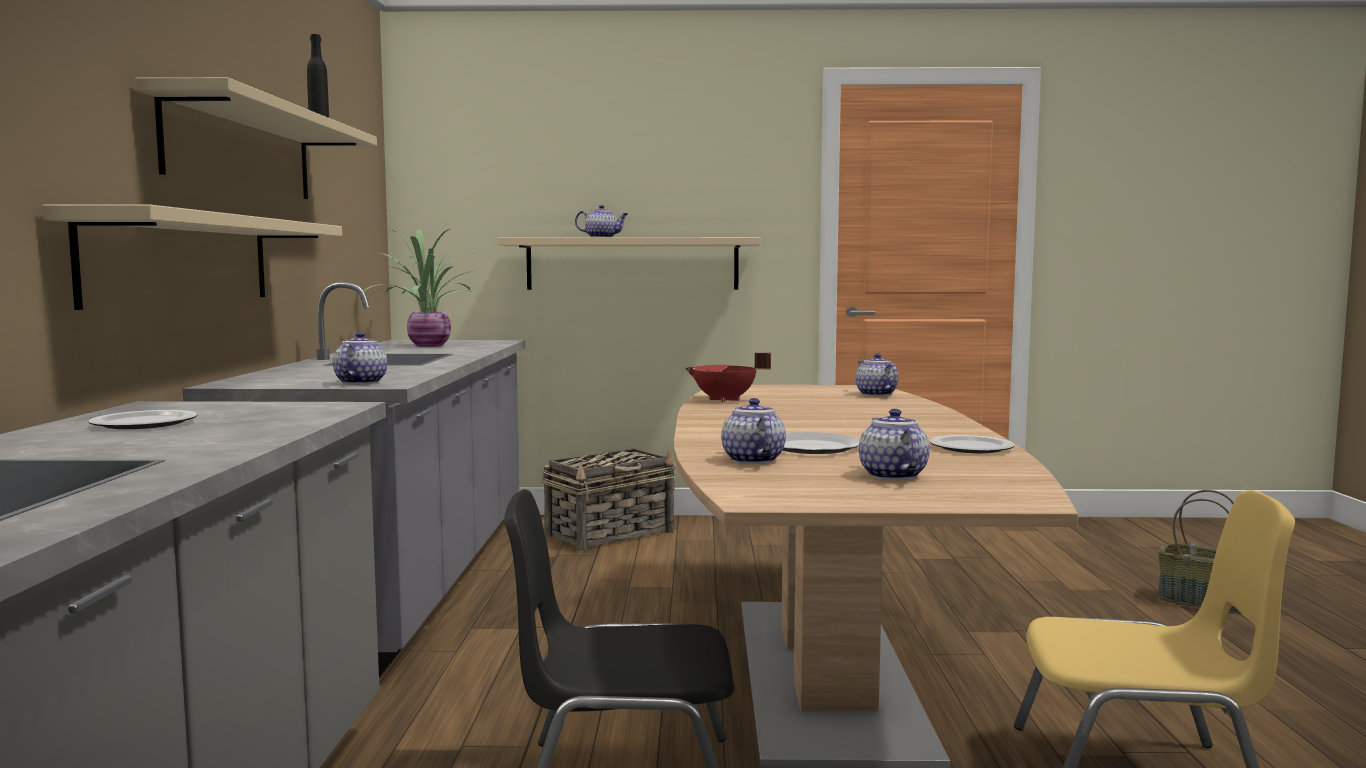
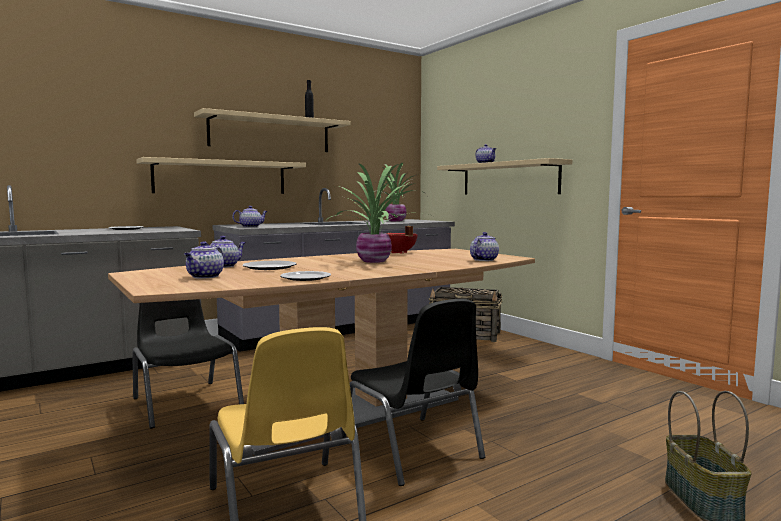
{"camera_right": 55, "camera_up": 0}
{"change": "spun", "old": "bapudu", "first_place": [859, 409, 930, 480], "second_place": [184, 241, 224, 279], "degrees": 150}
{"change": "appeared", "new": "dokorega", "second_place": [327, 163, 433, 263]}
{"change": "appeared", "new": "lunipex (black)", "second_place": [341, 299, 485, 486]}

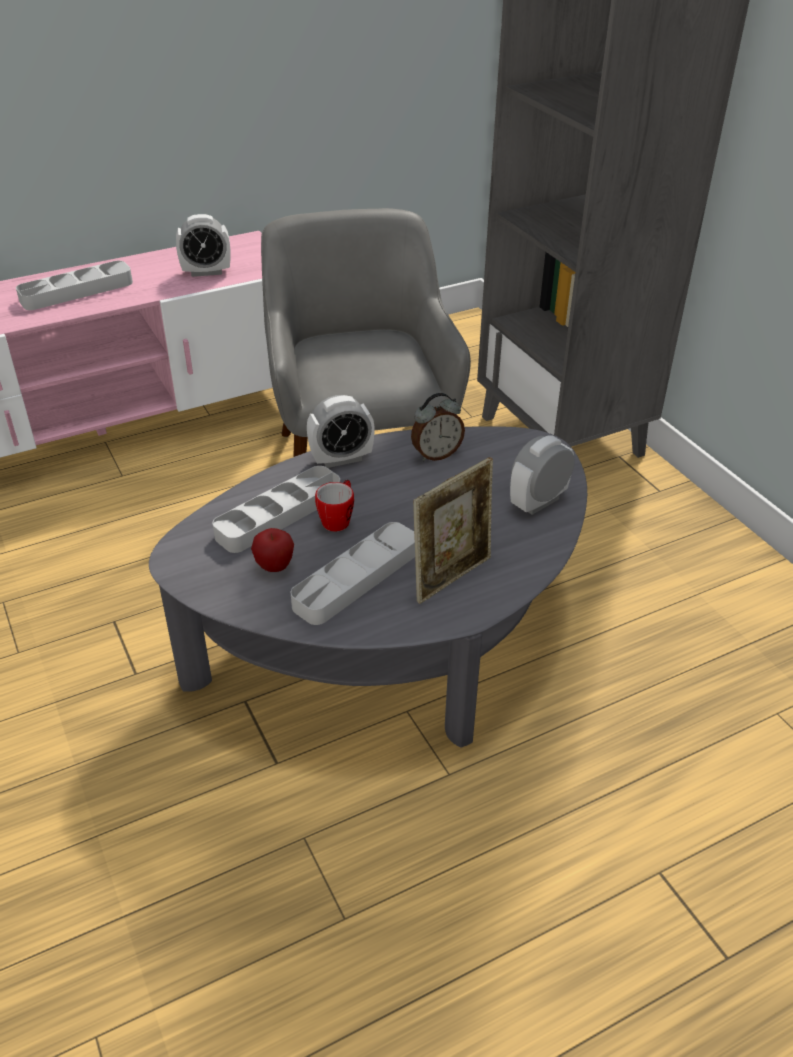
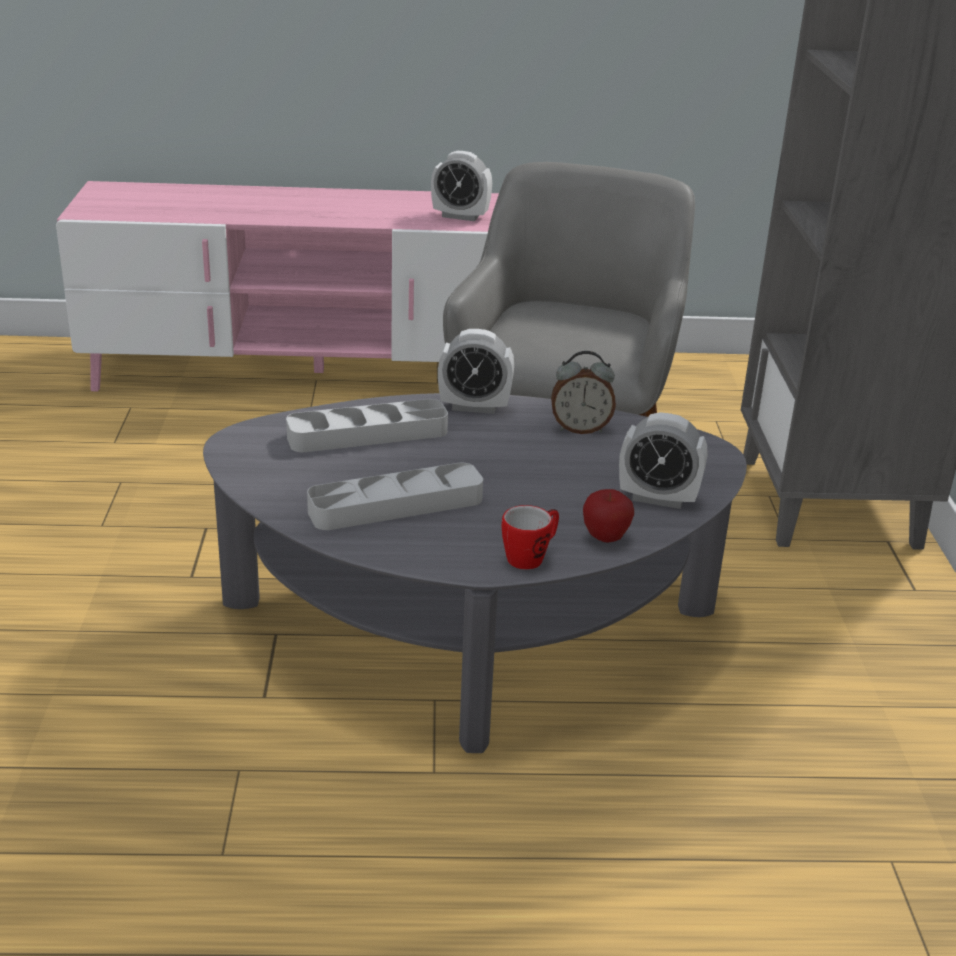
{"camera_right": 25, "camera_up": -10}
{"change": "missing", "old": "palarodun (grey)", "first_place": [16, 261, 133, 310]}
{"change": "spun", "old": "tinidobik", "first_place": [510, 435, 575, 515], "second_place": [619, 412, 707, 509], "degrees": -150}
{"change": "missing", "old": "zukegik", "first_place": [413, 457, 493, 604]}
{"change": "relocated", "old": "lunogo", "first_place": [315, 480, 354, 532], "second_place": [502, 505, 559, 570]}
{"change": "relocated", "old": "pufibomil", "first_place": [251, 528, 294, 572], "second_place": [583, 489, 634, 543]}

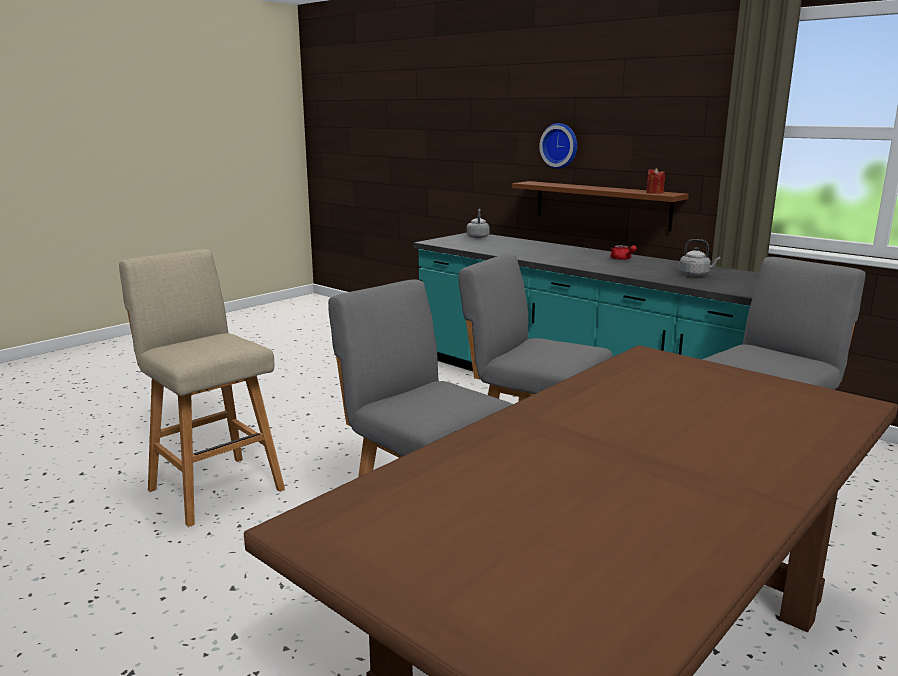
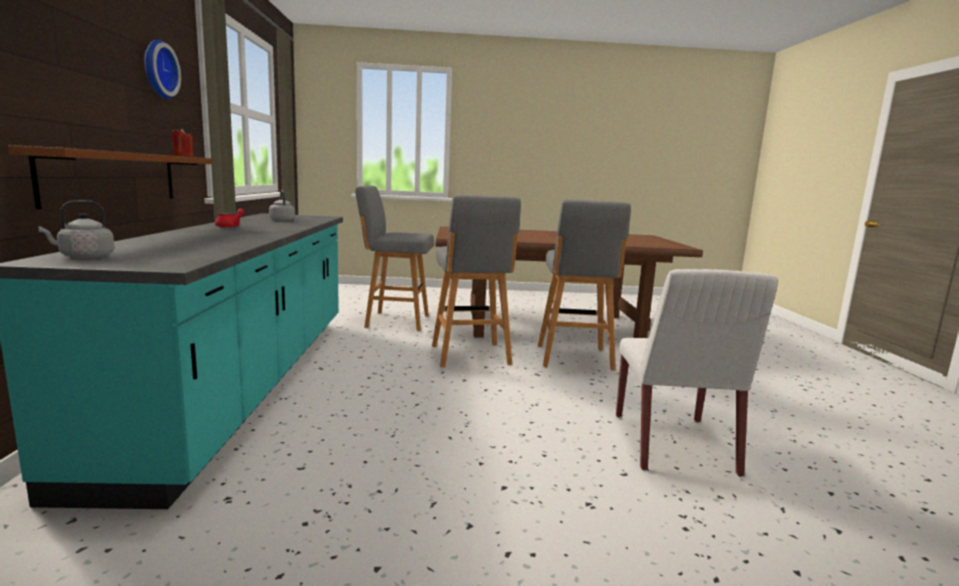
{"camera_right": -135, "camera_up": -5}
{"change": "relocated", "old": "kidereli", "first_place": [539, 123, 577, 169], "second_place": [144, 39, 181, 99]}
{"change": "exchanged", "old": "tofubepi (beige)", "new": "lunipex (white)", "first_place": [119, 249, 285, 527], "second_place": [616, 269, 778, 477]}

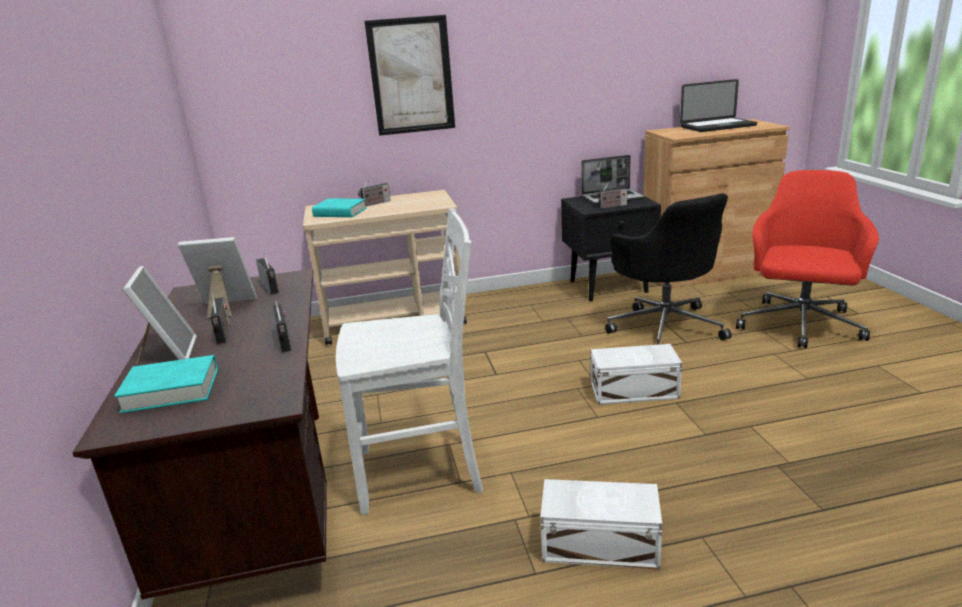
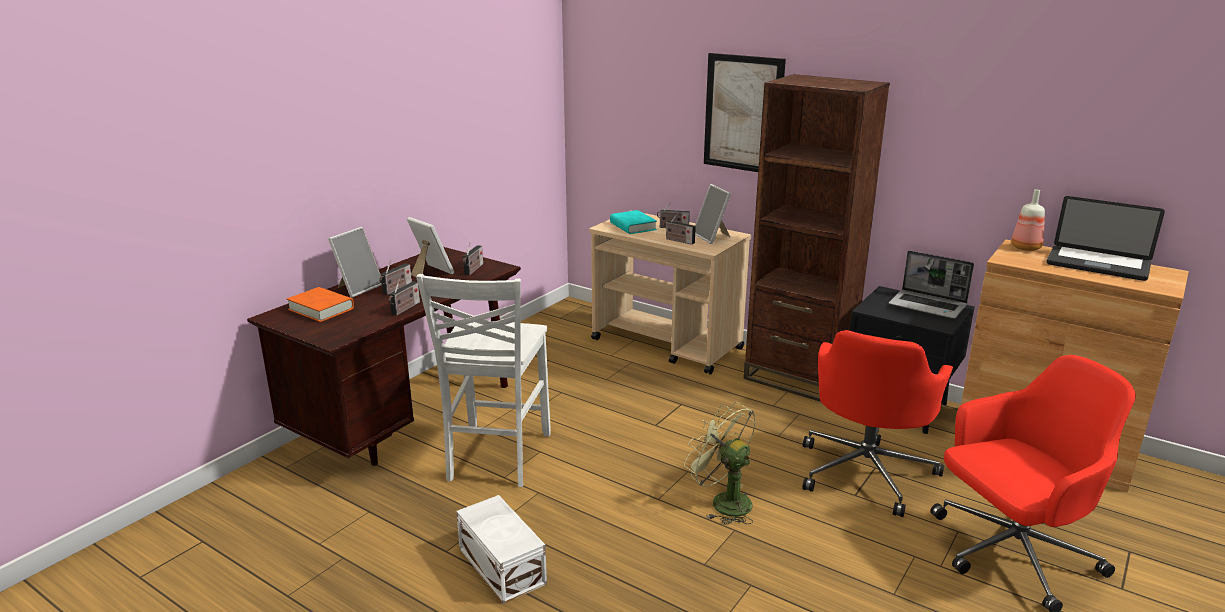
{"camera_right": 45, "camera_up": 0}
{"change": "relocated", "old": "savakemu", "first_place": [596, 181, 627, 209], "second_place": [664, 213, 696, 245]}
{"change": "colour", "old": "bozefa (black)", "new": "bozefa (red)", "first_place": [605, 193, 732, 345], "second_place": [802, 330, 953, 517]}
{"change": "spun", "old": "lunipex (white)", "first_place": [336, 208, 483, 515], "second_place": [416, 274, 551, 487], "degrees": 60}
{"change": "exchanged", "old": "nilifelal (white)", "new": "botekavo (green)", "first_place": [591, 344, 682, 405], "second_place": [684, 402, 756, 525]}
{"change": "colour", "old": "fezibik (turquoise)", "new": "fezibik (orange)", "first_place": [114, 355, 218, 413], "second_place": [287, 287, 354, 322]}
{"change": "appeared", "new": "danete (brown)", "second_place": [744, 74, 890, 401]}
{"change": "appeared", "new": "zukegik", "second_place": [695, 184, 731, 244]}
{"change": "appeared", "new": "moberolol", "second_place": [1011, 190, 1045, 251]}

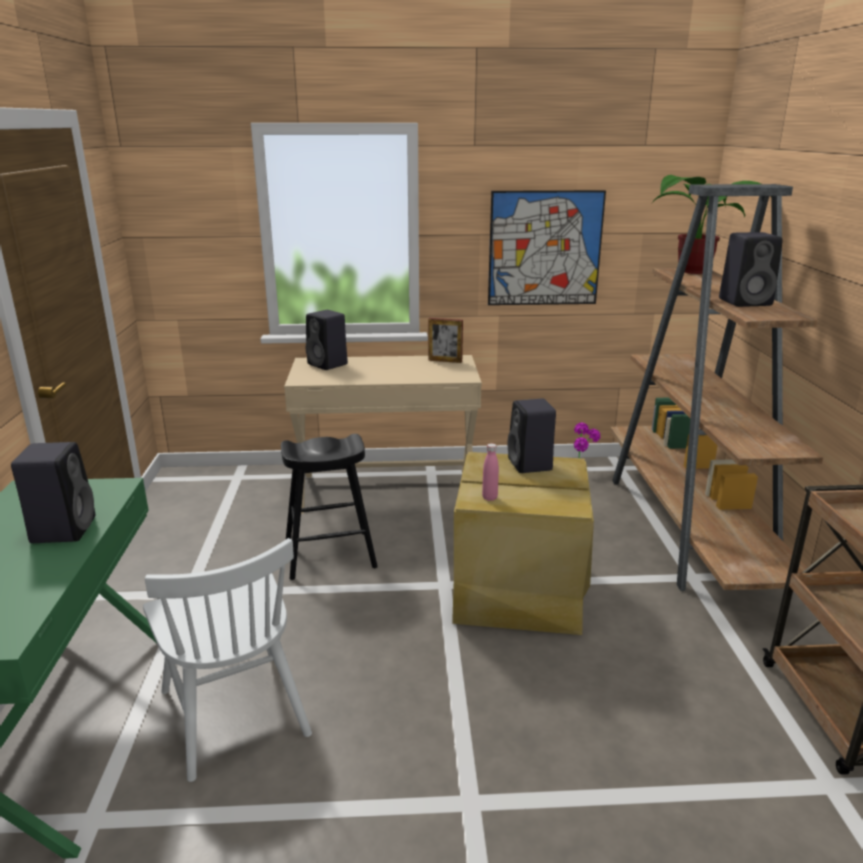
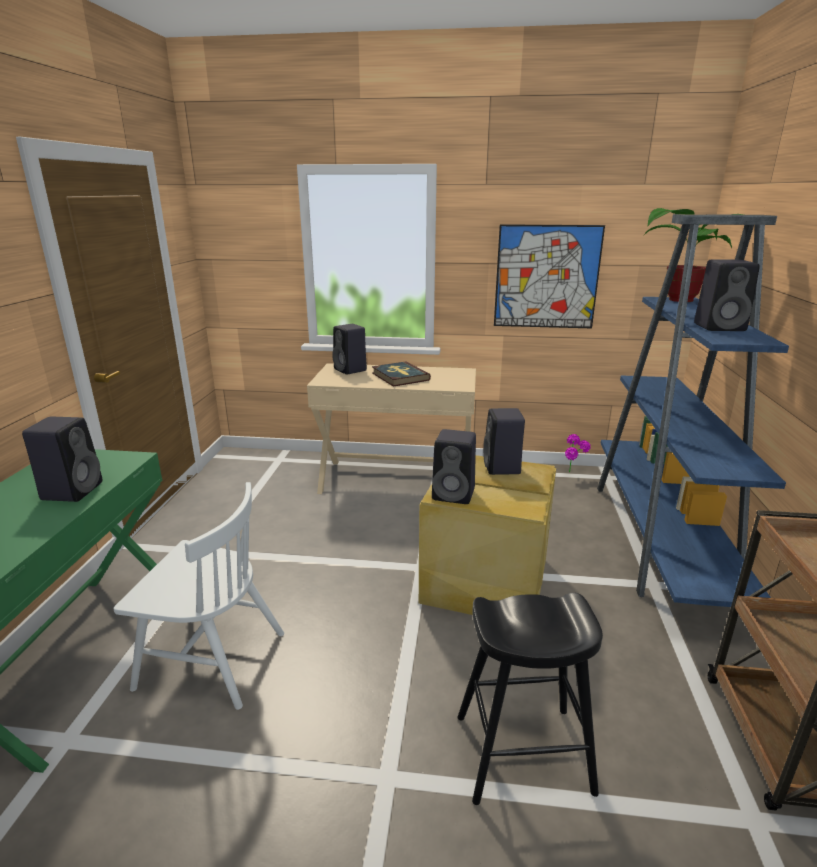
{"camera_right": 10, "camera_up": 0}
{"change": "colour", "old": "danete (brown)", "new": "danete (blue)", "first_place": [610, 184, 823, 591], "second_place": [597, 214, 789, 607]}
{"change": "missing", "old": "zukegik", "first_place": [429, 318, 463, 363]}
{"change": "relocated", "old": "tofubepi (black)", "first_place": [281, 434, 378, 580], "second_place": [458, 593, 603, 805]}
{"change": "exchanged", "old": "moberolol (pink)", "new": "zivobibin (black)", "first_place": [482, 443, 499, 501], "second_place": [432, 429, 476, 504]}
{"change": "spun", "old": "lunipex (white)", "first_place": [143, 538, 312, 782], "second_place": [114, 482, 284, 710], "degrees": -60}
{"change": "appeared", "new": "fezibik", "second_place": [372, 361, 431, 387]}

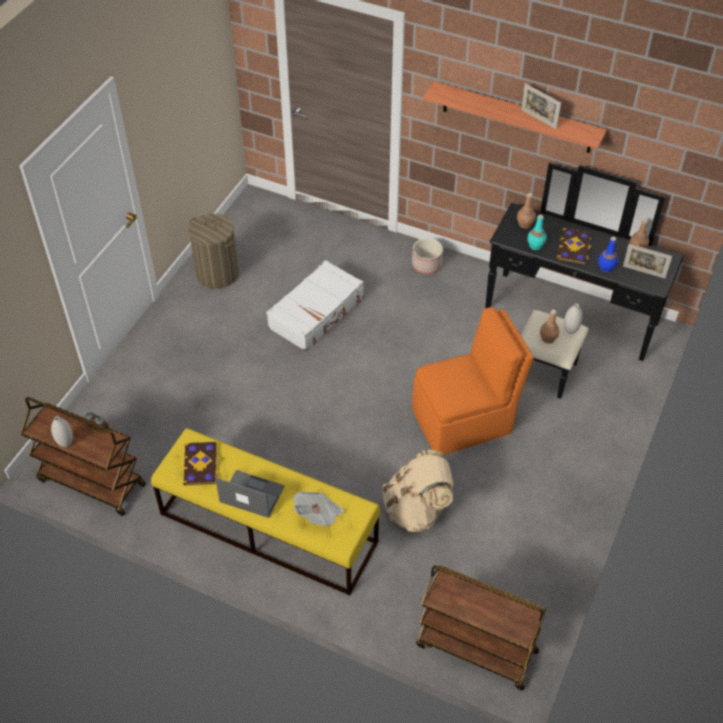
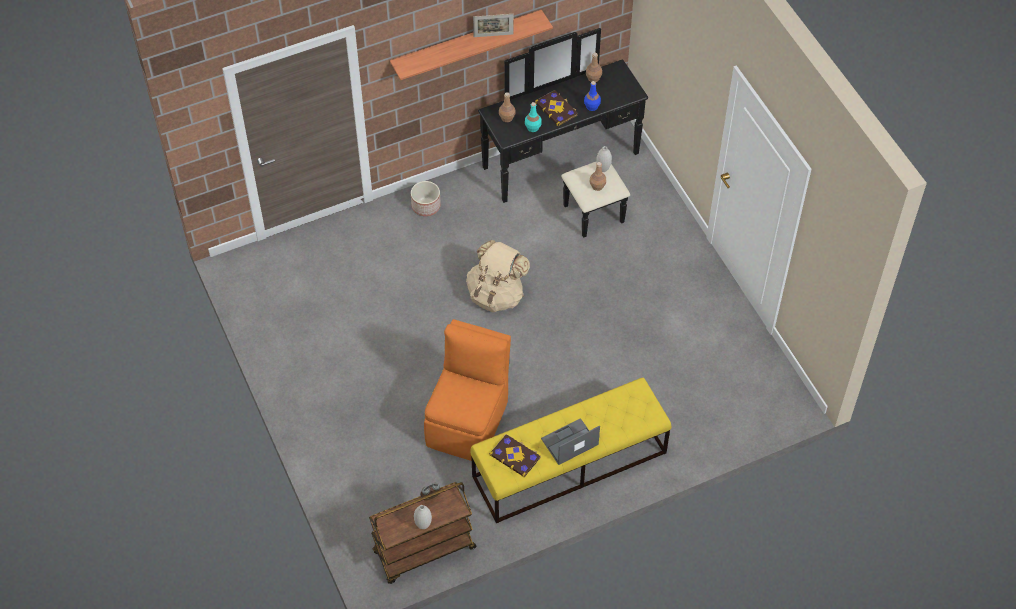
{"camera_right": -50, "camera_up": 5}
{"change": "missing", "old": "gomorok", "first_place": [189, 213, 239, 289]}
{"change": "missing", "old": "zukegik", "first_place": [623, 244, 672, 279]}
{"change": "missing", "old": "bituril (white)", "first_place": [266, 260, 364, 351]}
{"change": "relocated", "old": "lunipex (orange)", "first_place": [412, 307, 534, 455], "second_place": [424, 319, 511, 461]}
{"change": "relocated", "old": "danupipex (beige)", "first_place": [382, 450, 454, 532], "second_place": [466, 240, 530, 312]}
{"change": "missing", "old": "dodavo", "first_place": [293, 492, 344, 526]}
{"change": "missing", "old": "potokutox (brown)", "first_place": [416, 565, 546, 690]}

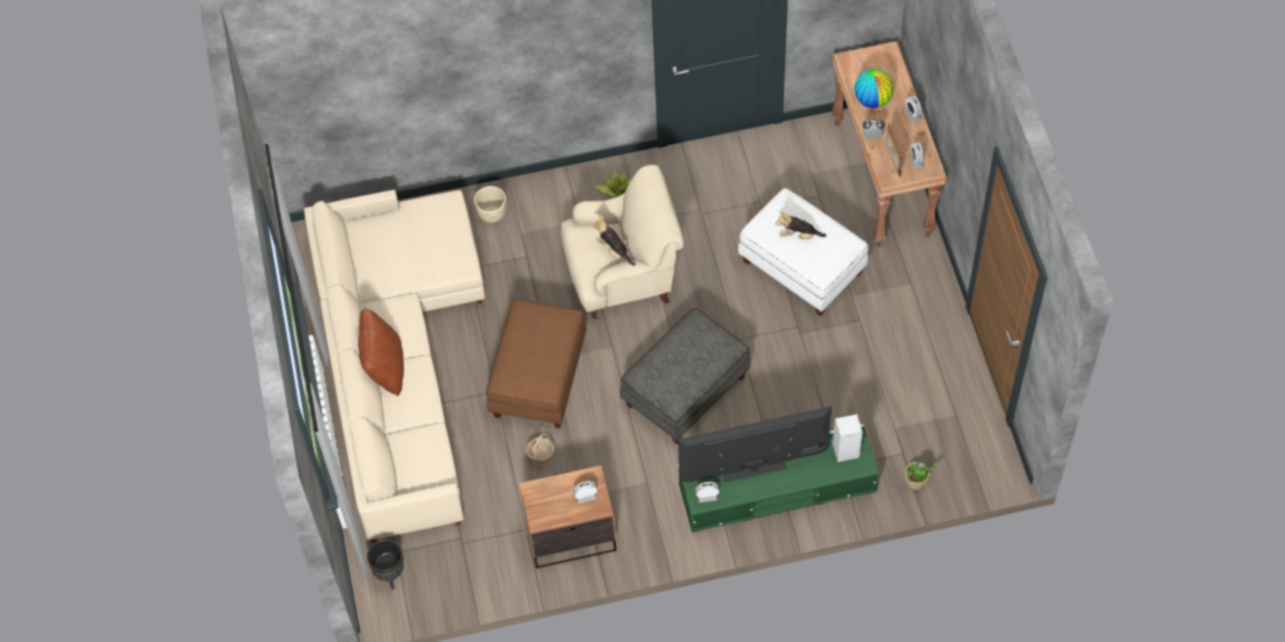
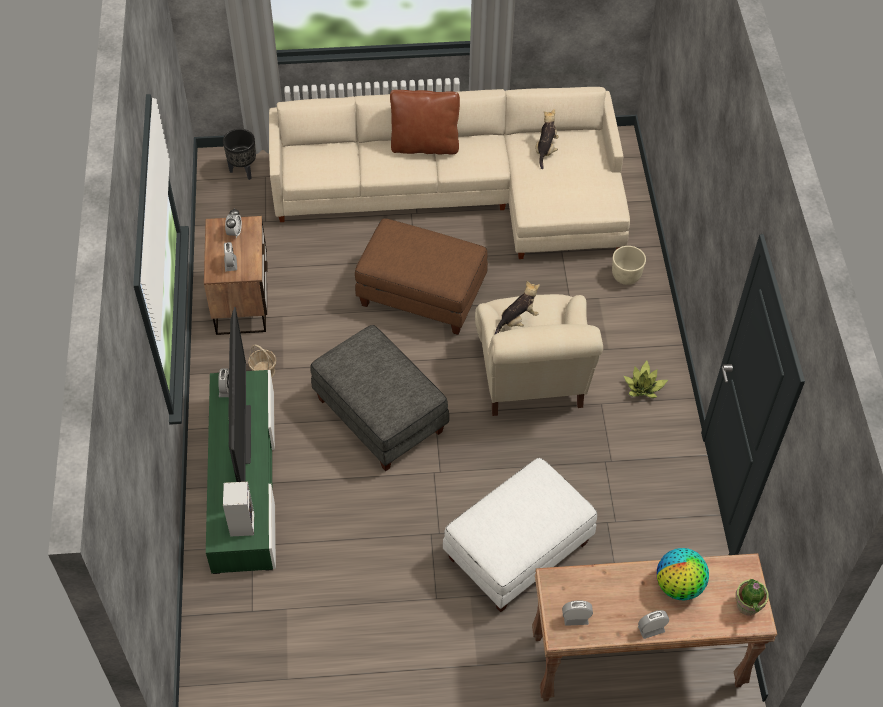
{"camera_right": 95, "camera_up": -5}
{"change": "relocated", "old": "tinidobik", "first_place": [863, 120, 885, 140], "second_place": [225, 208, 242, 238]}
{"change": "missing", "old": "zukegik", "first_place": [886, 124, 903, 177]}
{"change": "relocated", "old": "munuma", "first_place": [775, 211, 826, 239], "second_place": [536, 109, 559, 169]}
{"change": "relocated", "old": "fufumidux", "first_place": [527, 433, 554, 467], "second_place": [248, 344, 276, 377]}
{"change": "relocated", "old": "dokorega", "first_place": [905, 460, 937, 490], "second_place": [736, 579, 769, 616]}

